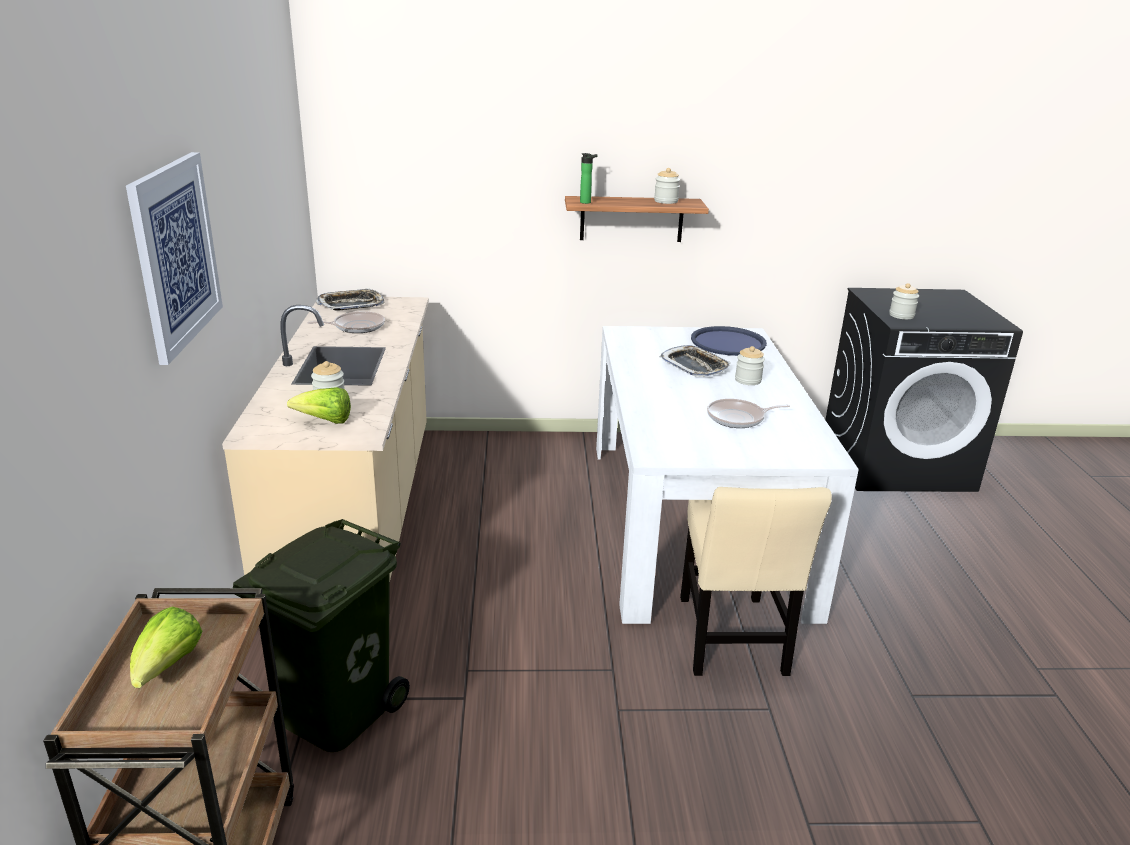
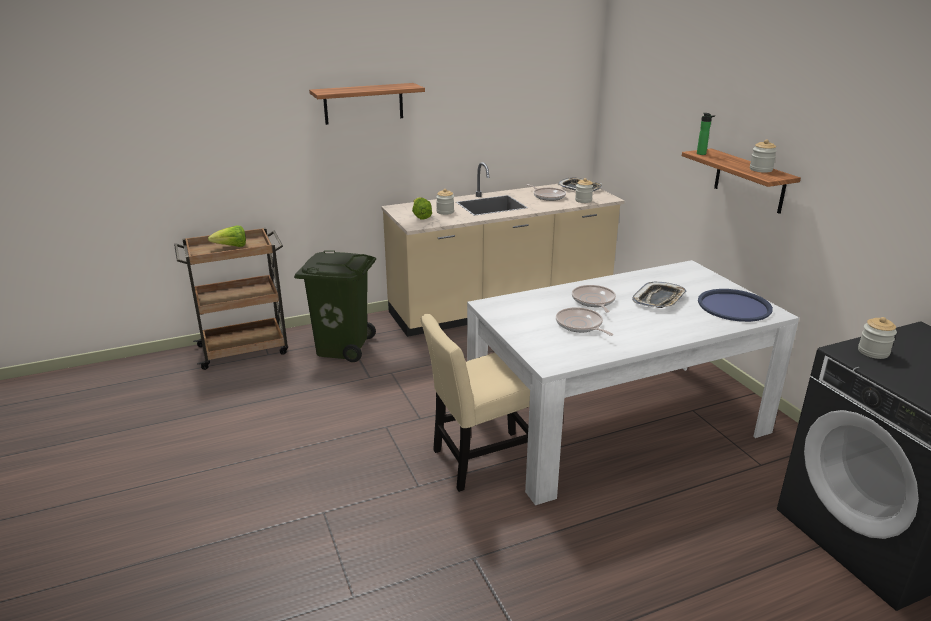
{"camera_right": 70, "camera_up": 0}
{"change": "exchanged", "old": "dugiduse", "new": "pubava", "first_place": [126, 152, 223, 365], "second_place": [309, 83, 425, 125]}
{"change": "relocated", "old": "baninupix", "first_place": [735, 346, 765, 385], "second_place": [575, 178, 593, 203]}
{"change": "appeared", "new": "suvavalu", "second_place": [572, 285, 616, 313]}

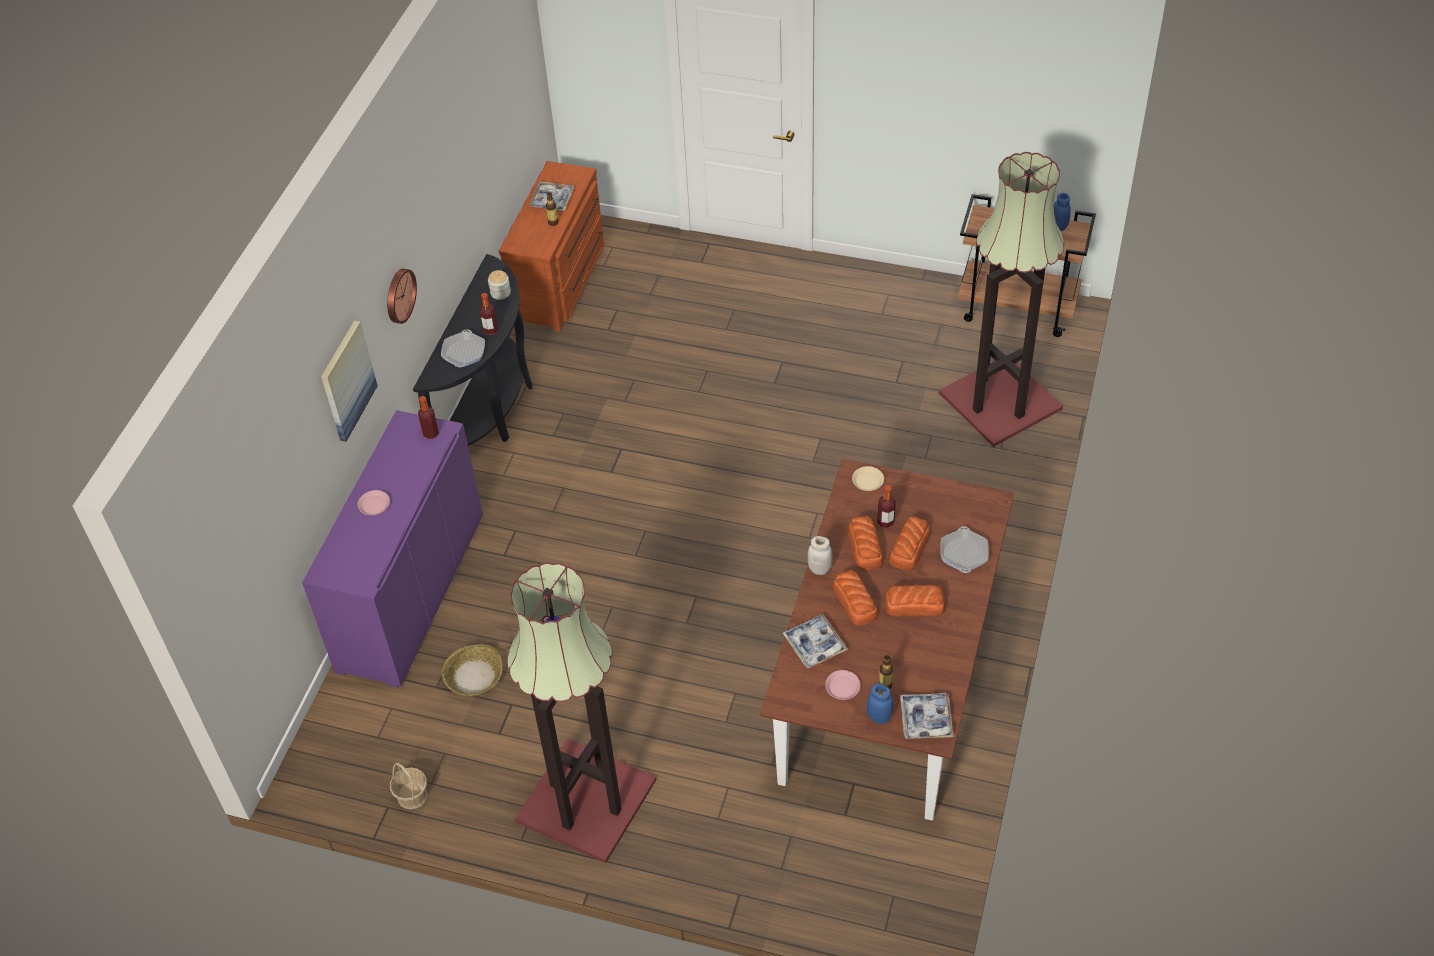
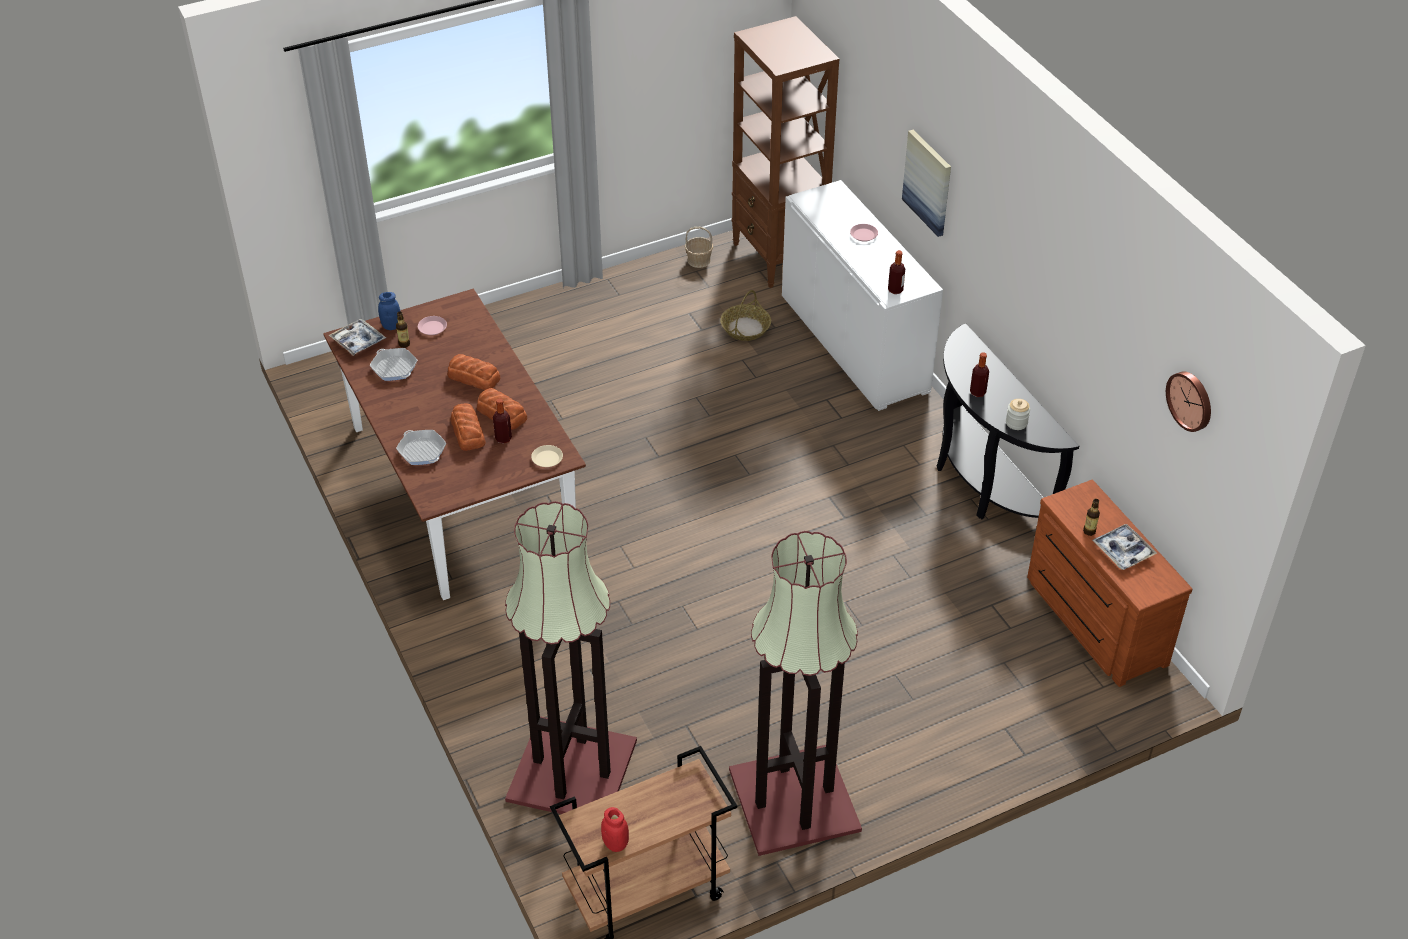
{"camera_right": 135, "camera_up": -5}
{"change": "colour", "old": "baninupix (blue)", "new": "baninupix (red)", "first_place": [1054, 193, 1071, 231], "second_place": [601, 807, 629, 852]}
{"change": "relocated", "old": "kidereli", "first_place": [387, 269, 417, 324], "second_place": [1166, 371, 1211, 432]}
{"change": "relocated", "old": "suvavalu", "first_place": [441, 330, 485, 367], "second_place": [370, 348, 418, 381]}
{"change": "colour", "old": "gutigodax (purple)", "new": "gutigodax (white)", "first_place": [302, 410, 483, 688], "second_place": [782, 180, 943, 411]}
{"change": "missing", "old": "baninupix (white)", "first_place": [808, 536, 832, 575]}
{"change": "relocated", "old": "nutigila", "first_place": [507, 562, 656, 863], "second_place": [729, 531, 862, 856]}
{"change": "missing", "old": "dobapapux", "first_place": [885, 585, 945, 617]}
{"change": "missing", "old": "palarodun", "first_place": [783, 614, 848, 668]}
{"change": "appeared", "new": "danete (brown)", "second_place": [731, 16, 839, 288]}

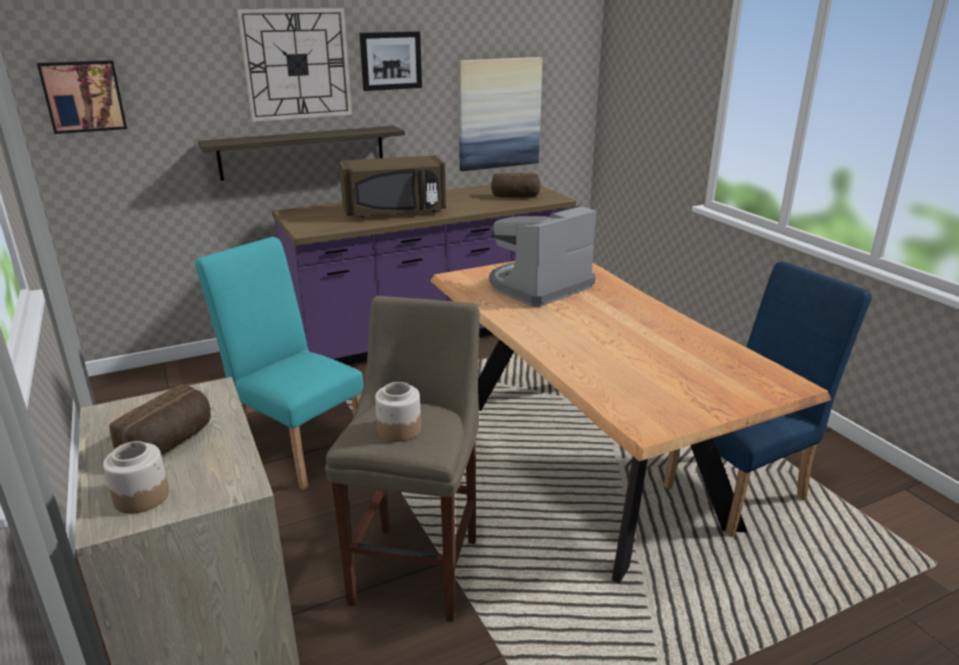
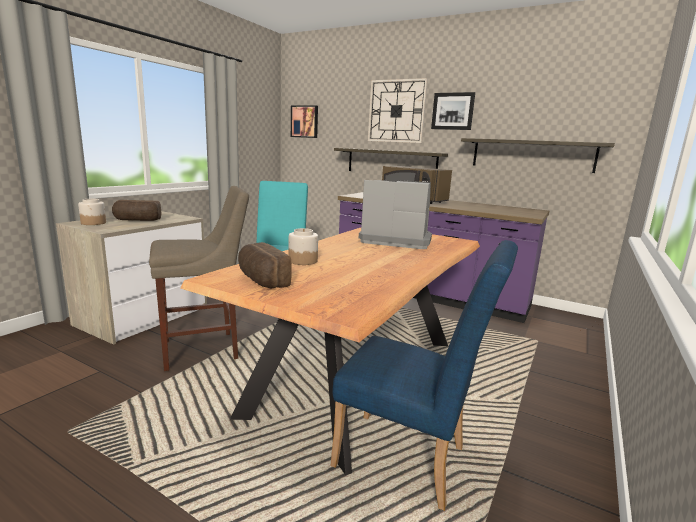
{"camera_right": 55, "camera_up": -10}
{"change": "exchanged", "old": "dugiduse", "new": "pubava", "first_place": [458, 57, 542, 171], "second_place": [461, 138, 615, 173]}
{"change": "relocated", "old": "dobapapux", "first_place": [491, 173, 540, 197], "second_place": [238, 242, 292, 288]}
{"change": "relocated", "old": "baninupix", "first_place": [375, 382, 421, 442], "second_place": [288, 228, 318, 265]}

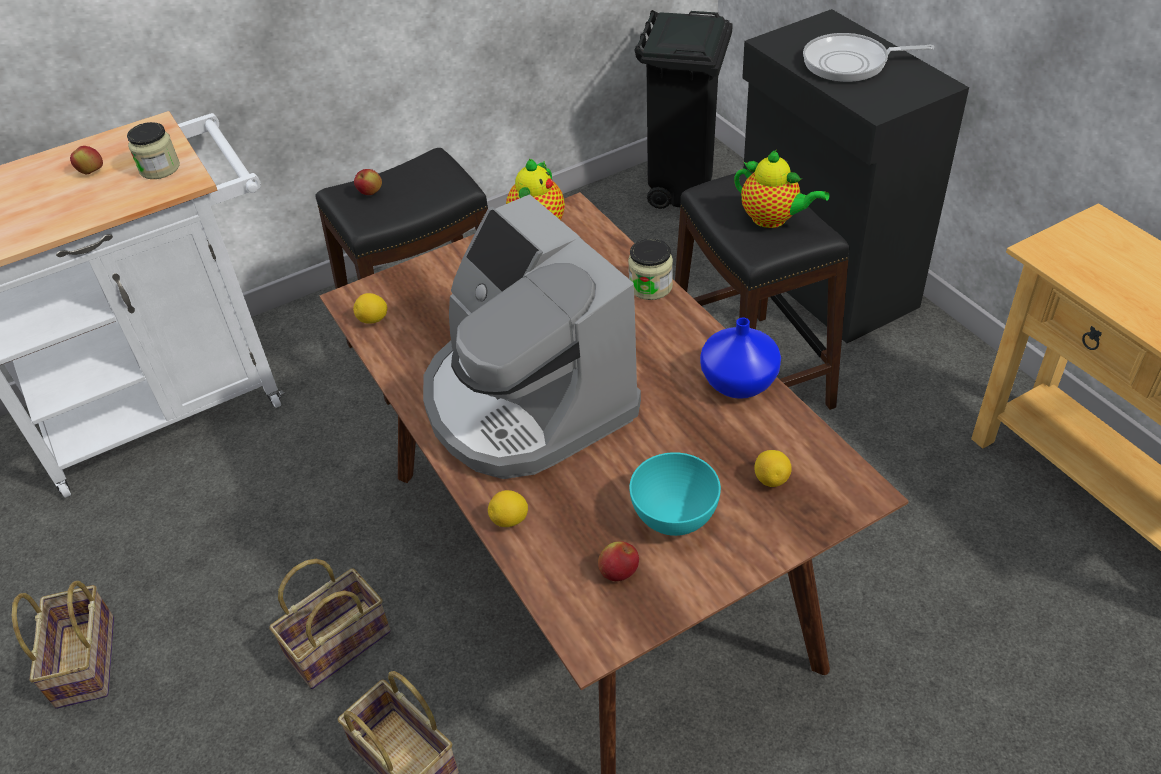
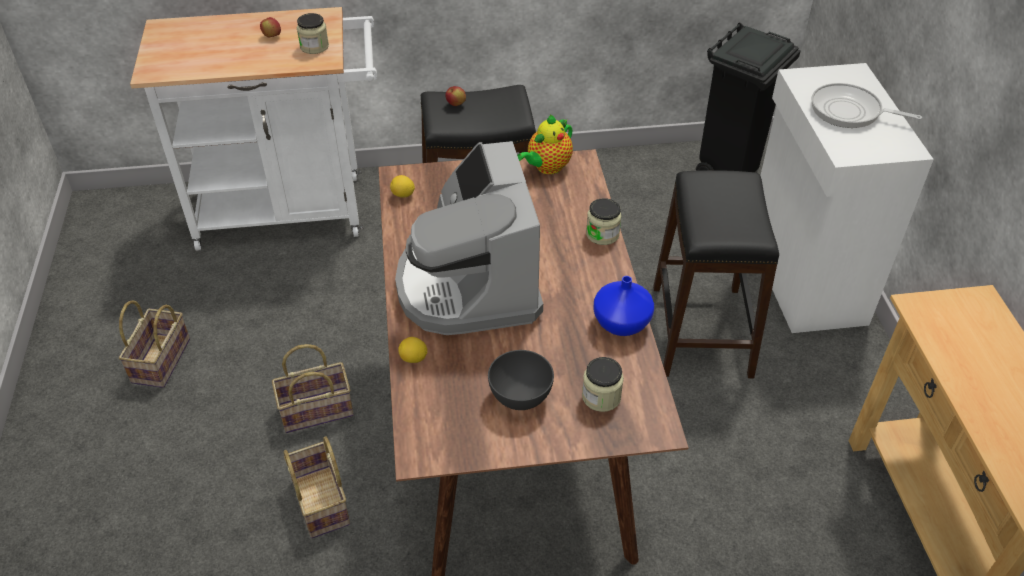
{"camera_right": 20, "camera_up": 0}
{"change": "colour", "old": "gutigodax (black)", "new": "gutigodax (white)", "first_place": [742, 9, 969, 343], "second_place": [760, 63, 934, 333]}
{"change": "missing", "old": "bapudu", "first_place": [734, 150, 830, 228]}
{"change": "exchanged", "old": "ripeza", "new": "baninupix", "first_place": [754, 450, 792, 487], "second_place": [582, 357, 624, 412]}
{"change": "colour", "old": "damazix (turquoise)", "new": "damazix (grey)", "first_place": [629, 452, 721, 536], "second_place": [488, 350, 554, 410]}
{"change": "missing", "old": "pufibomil", "first_place": [598, 541, 639, 581]}

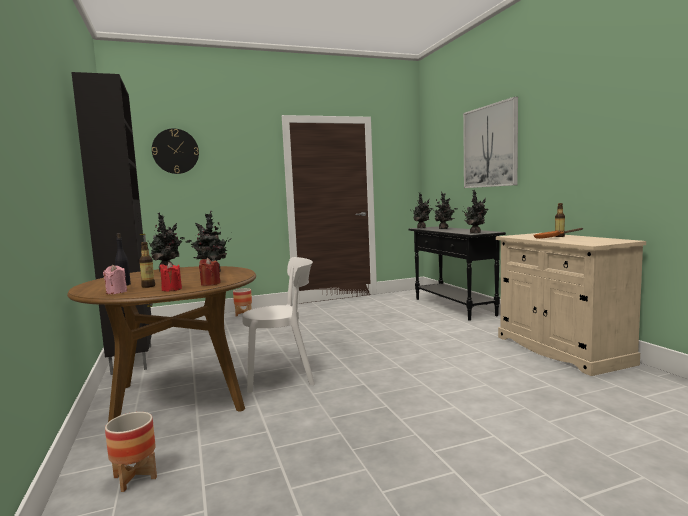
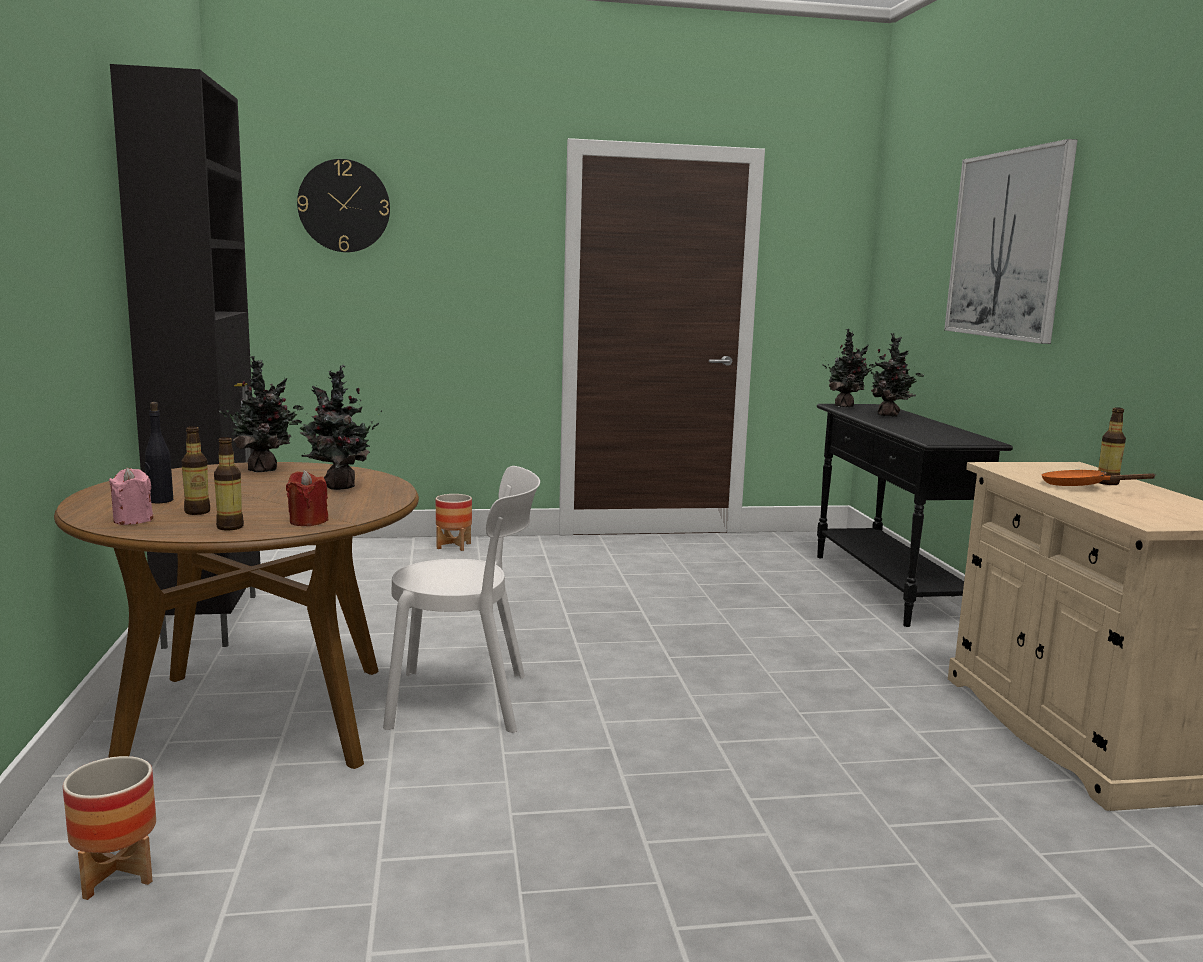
{"camera_right": 10, "camera_up": 5}
{"change": "missing", "old": "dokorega", "first_place": [463, 190, 489, 234]}
{"change": "exchanged", "old": "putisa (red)", "new": "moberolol", "first_place": [160, 262, 182, 292], "second_place": [214, 437, 244, 530]}

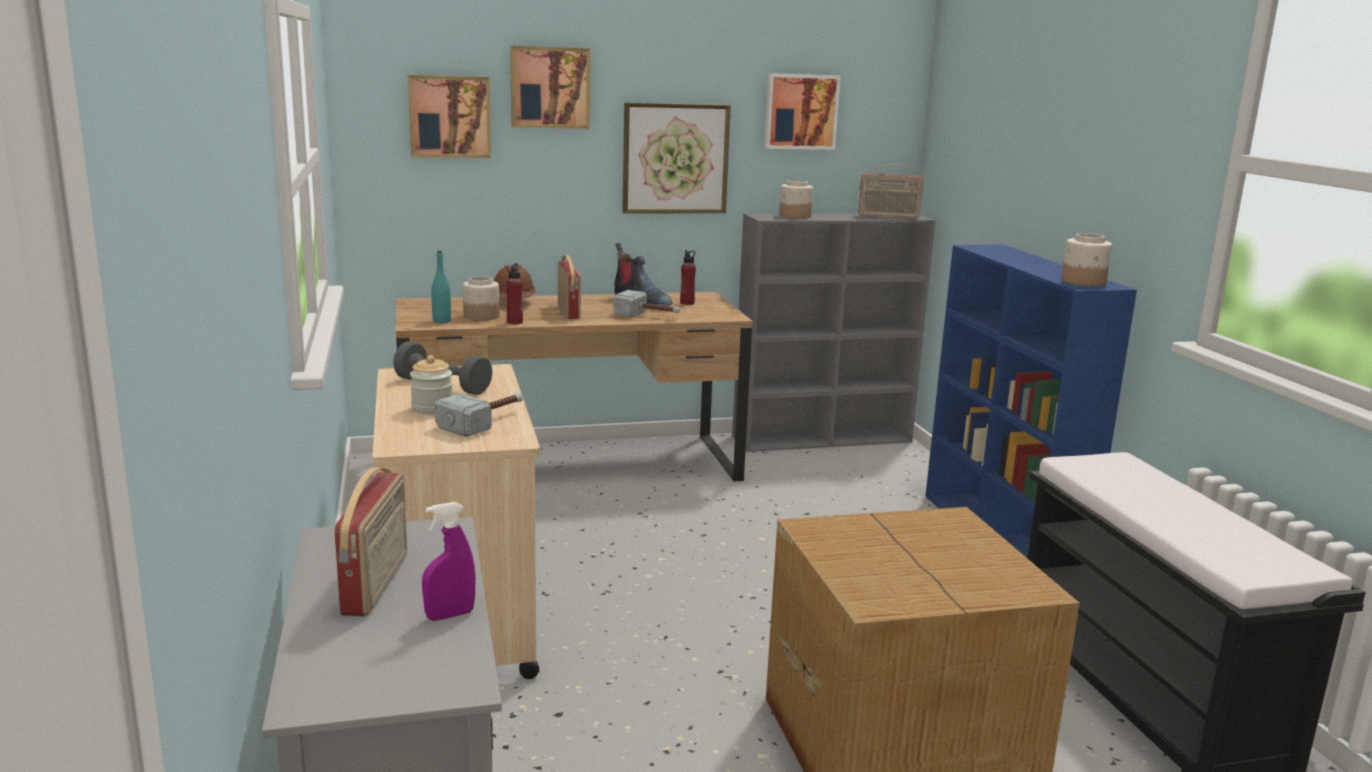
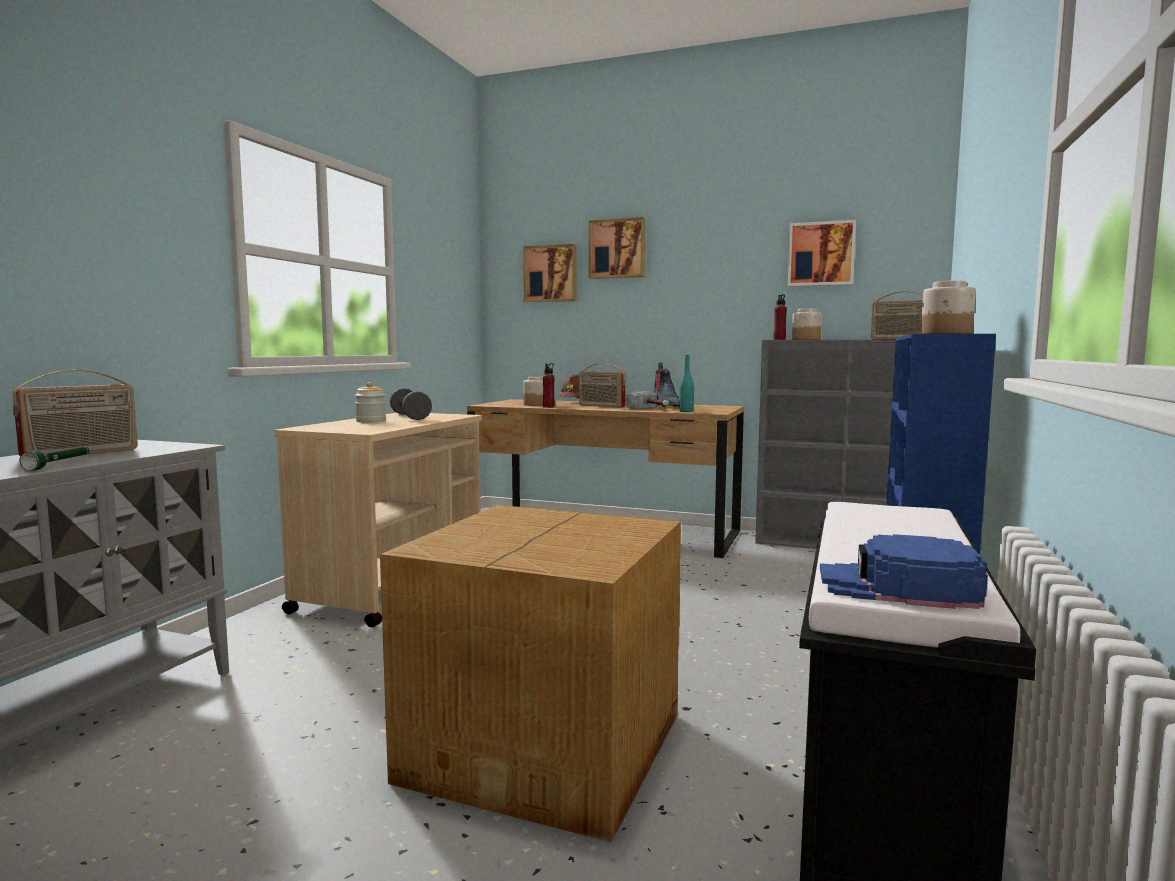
{"camera_right": 35, "camera_up": -10}
{"change": "missing", "old": "dugiduse", "first_place": [622, 103, 731, 214]}
{"change": "relocated", "old": "moberolol (red)", "first_place": [680, 250, 696, 305], "second_place": [773, 294, 787, 340]}
{"change": "relocated", "old": "moberolol (turquoise)", "first_place": [431, 251, 451, 323], "second_place": [679, 355, 694, 412]}
{"change": "spun", "old": "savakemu", "first_place": [558, 255, 581, 319], "second_place": [579, 363, 626, 408], "degrees": 105}
{"change": "missing", "old": "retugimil", "first_place": [435, 392, 522, 437]}
{"change": "exchanged", "old": "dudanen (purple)", "new": "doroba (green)", "first_place": [422, 502, 476, 621], "second_place": [19, 447, 90, 471]}
{"change": "appeared", "new": "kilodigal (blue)", "second_place": [820, 534, 988, 609]}

